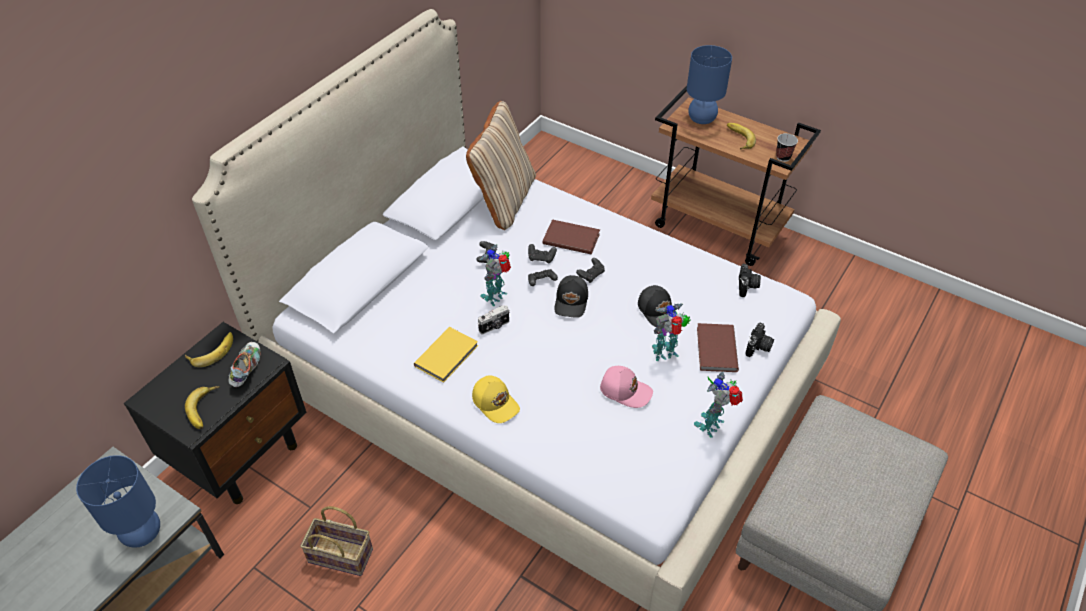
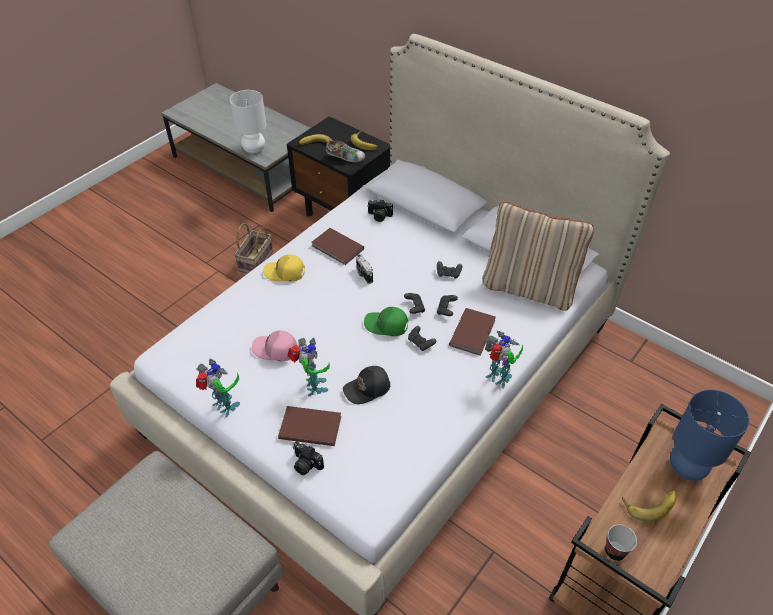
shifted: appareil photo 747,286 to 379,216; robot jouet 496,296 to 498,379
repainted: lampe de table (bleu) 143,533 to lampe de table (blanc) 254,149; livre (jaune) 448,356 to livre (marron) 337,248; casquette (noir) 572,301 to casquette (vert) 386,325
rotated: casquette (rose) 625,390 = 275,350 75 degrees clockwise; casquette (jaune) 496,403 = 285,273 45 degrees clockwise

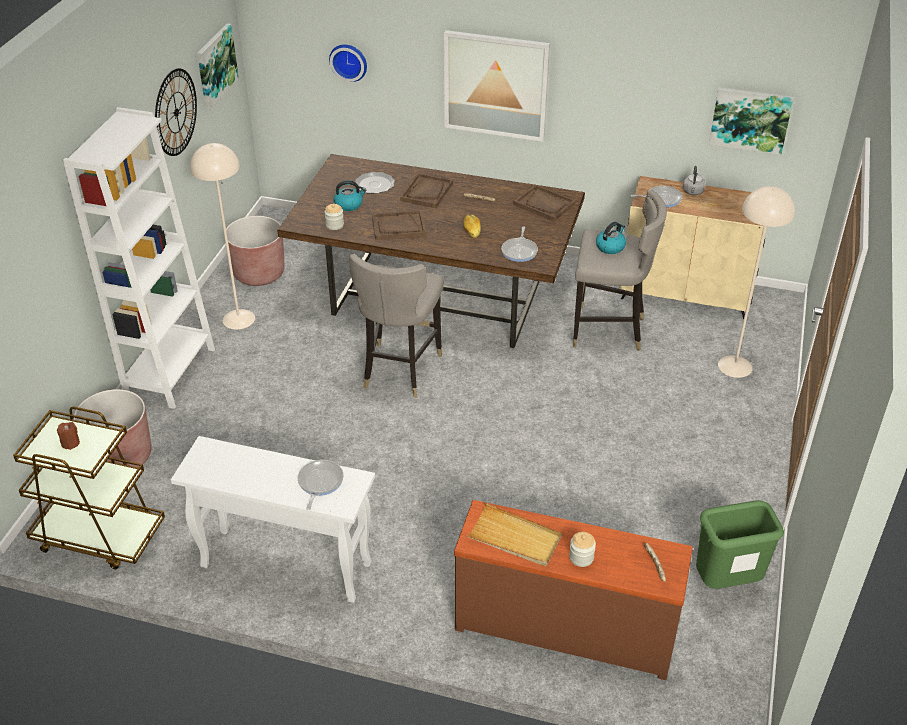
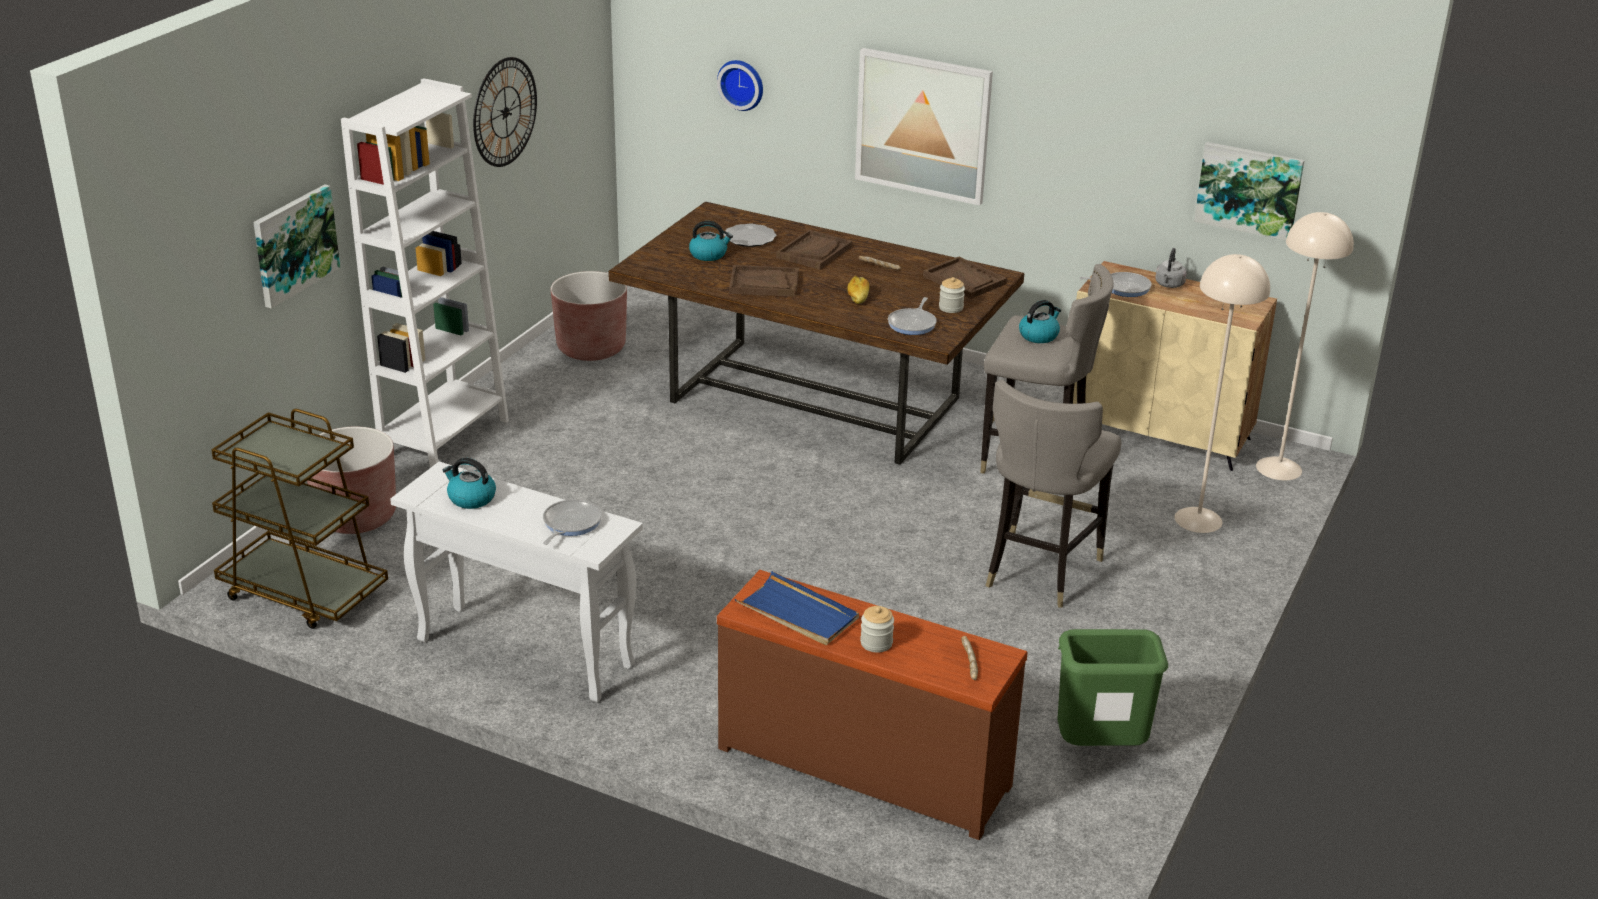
gone: bougie (marron) 70,443
new: bouilloire 471,498
shifted: tableau 215,65 to 294,244; bocal 334,225 to 951,308; tabouret (gris) 399,371 to 1039,571; lampadaire (beige) 238,319 to 1278,468
repainted: plateau (beige) 514,538 to plateau (bleu) 798,613

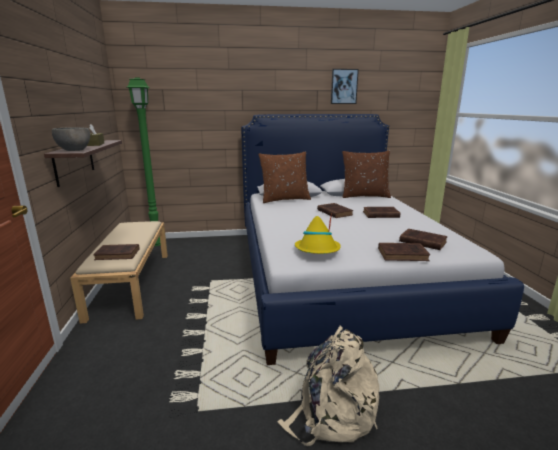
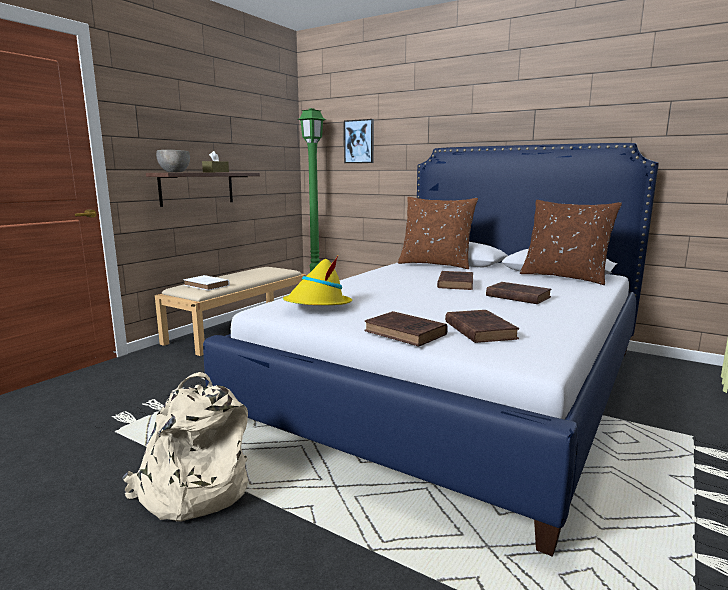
shifted: tableau 344,86 to 359,141
repainted: livre (marron) 118,254 to livre (blanc) 207,286

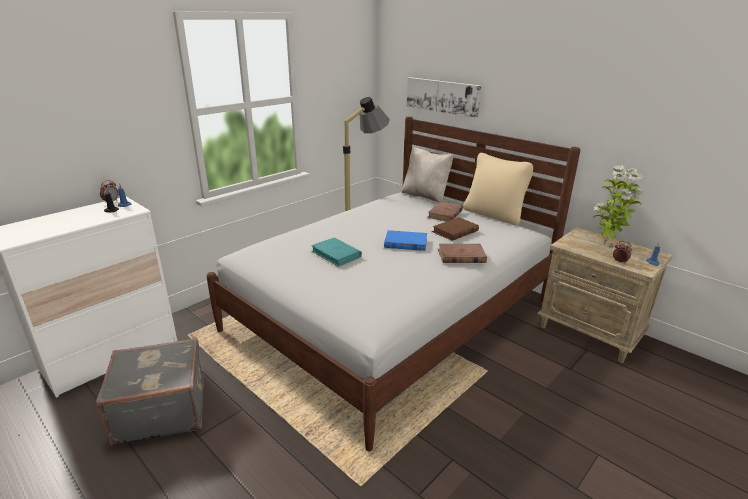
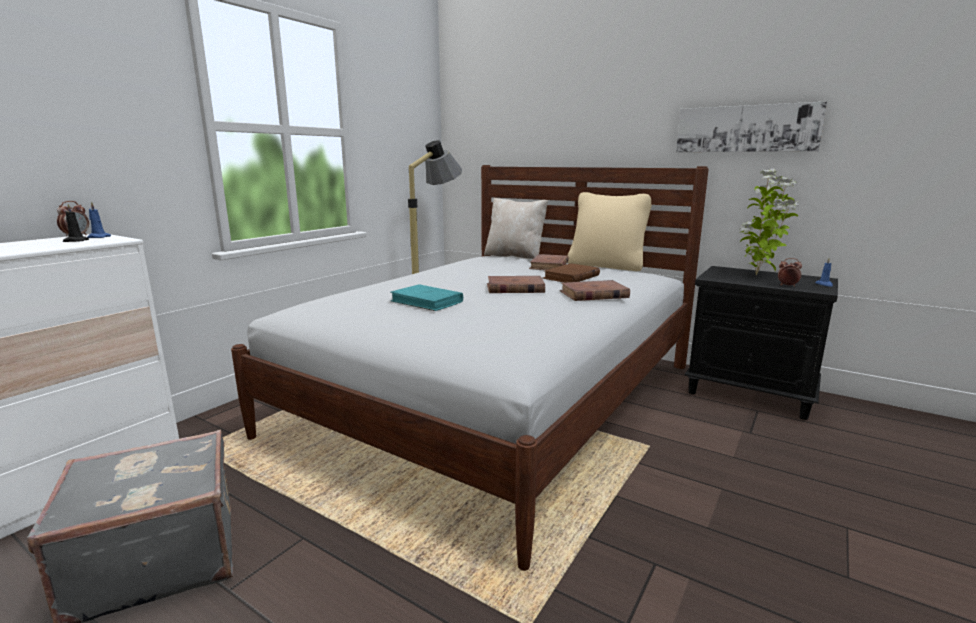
shifted: tableau 442,96 to 746,129
repainted: livre (bleu) 405,243 to livre (marron) 515,288; table de chevet (beige) 590,332 to table de chevet (noir) 751,393

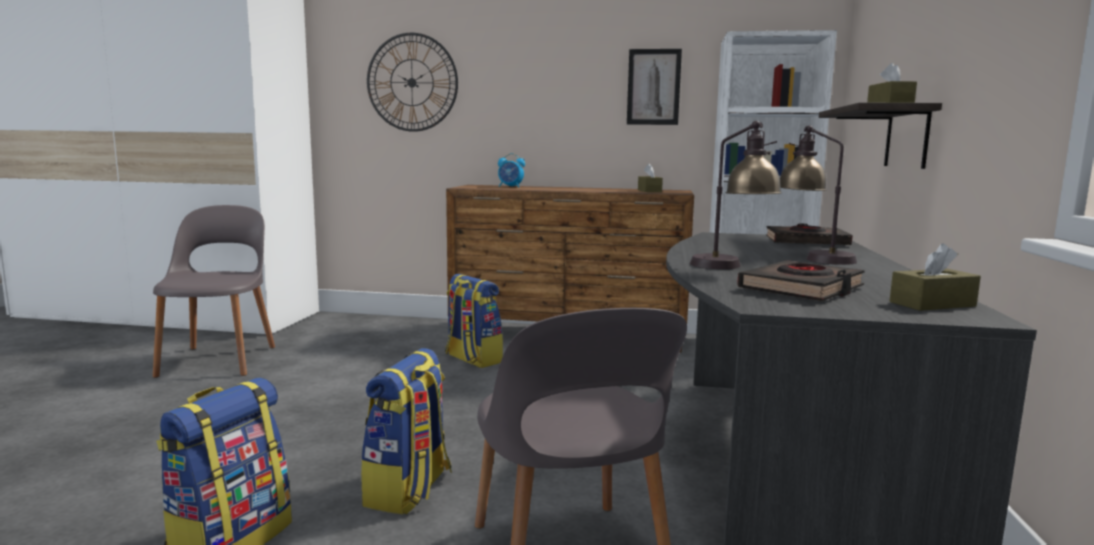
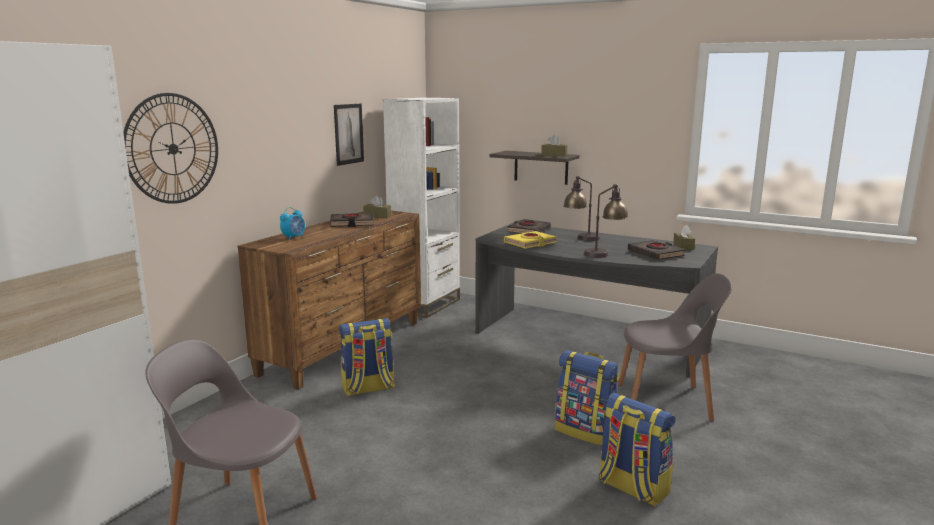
new: livre (noir) 352,223; livre (jaune) 530,243

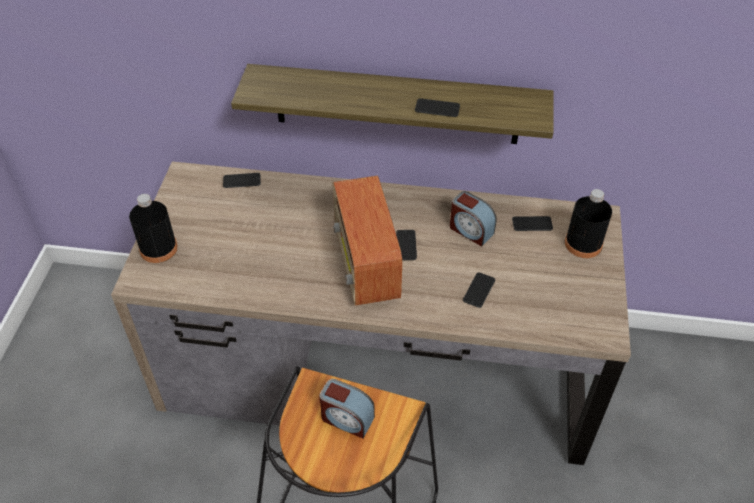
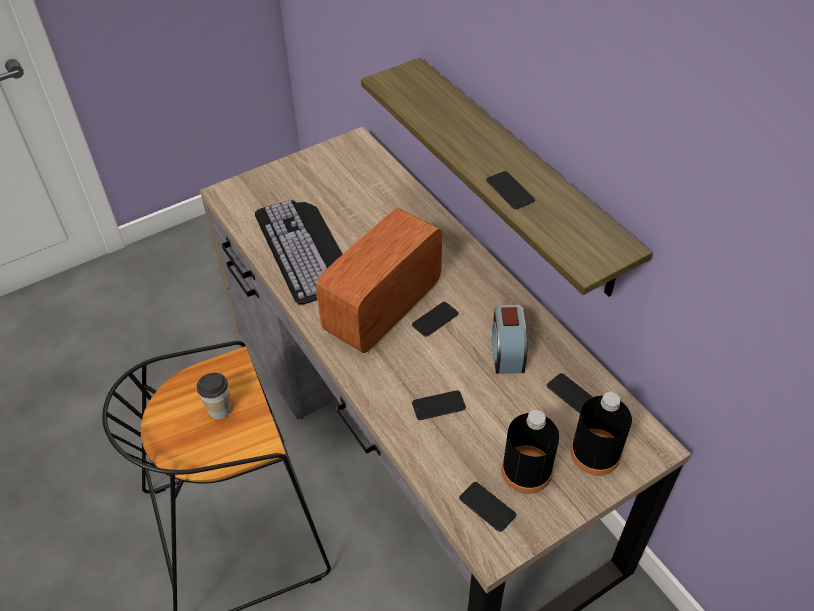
new: clavier 305,248
shifted: téléphone 242,181 to 487,507; bouteille (noir) 158,248 to 526,471
swapped: réveil 346,419 to tasse 219,409

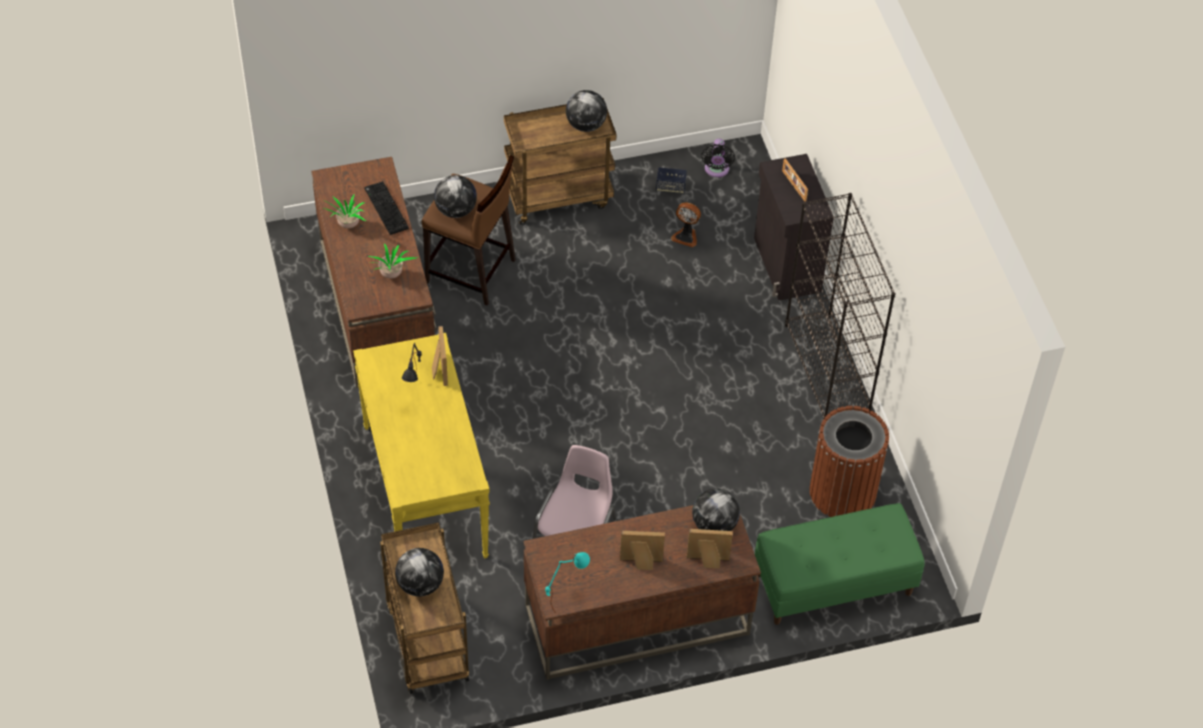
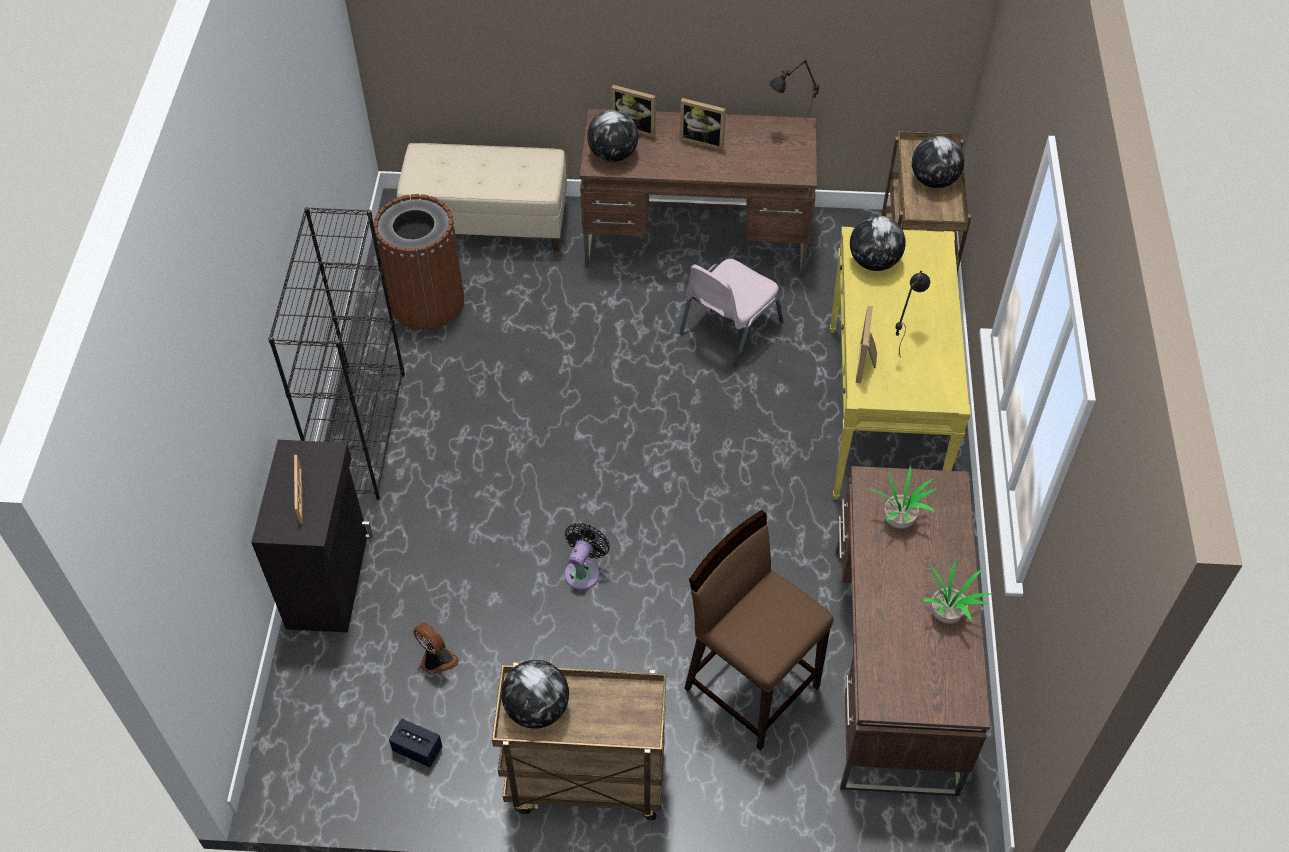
gone: clavier 385,208
shifted: ventilateur (noir) 716,170 to 584,571; globe 456,210 to 874,261
repainted: banc (vert) 833,584 to banc (beige) 488,224; lampe de table (turquoise) 566,599 to lampe de table (noir) 790,128

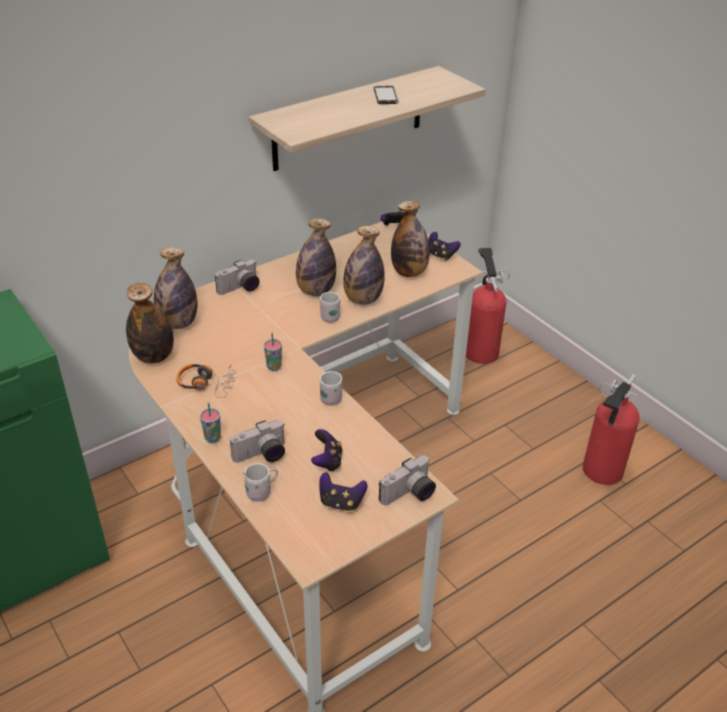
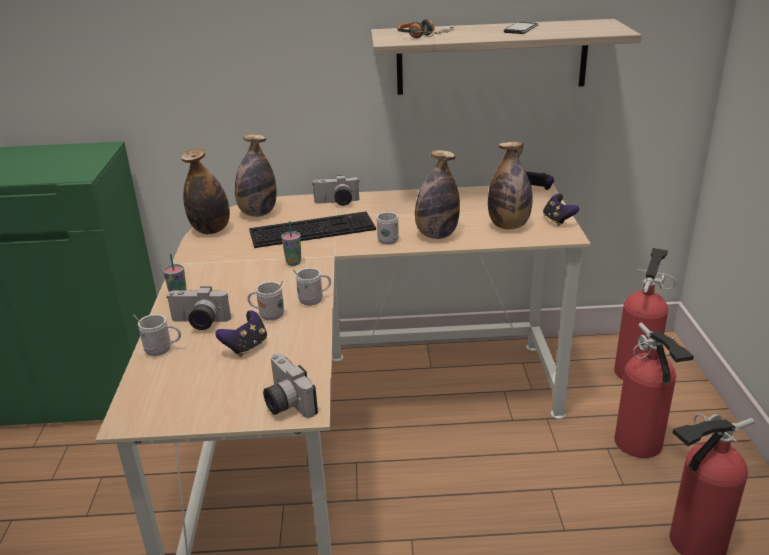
gone: bouteille 315,291; manette 341,503
new: mug (blanc) 268,315; clavier 313,229; extincteur 640,446
shifted: casque audio 207,384 to 424,37
rotated: appareil photo 409,495 = 285,403 60 degrees clockwise

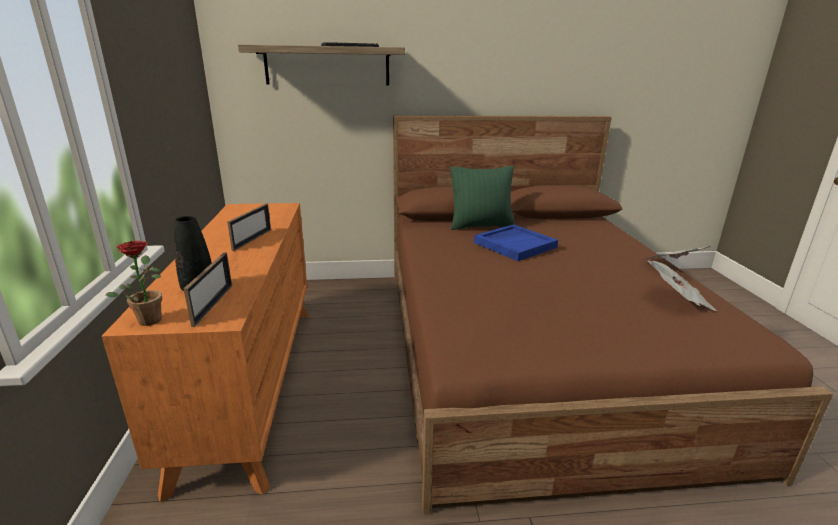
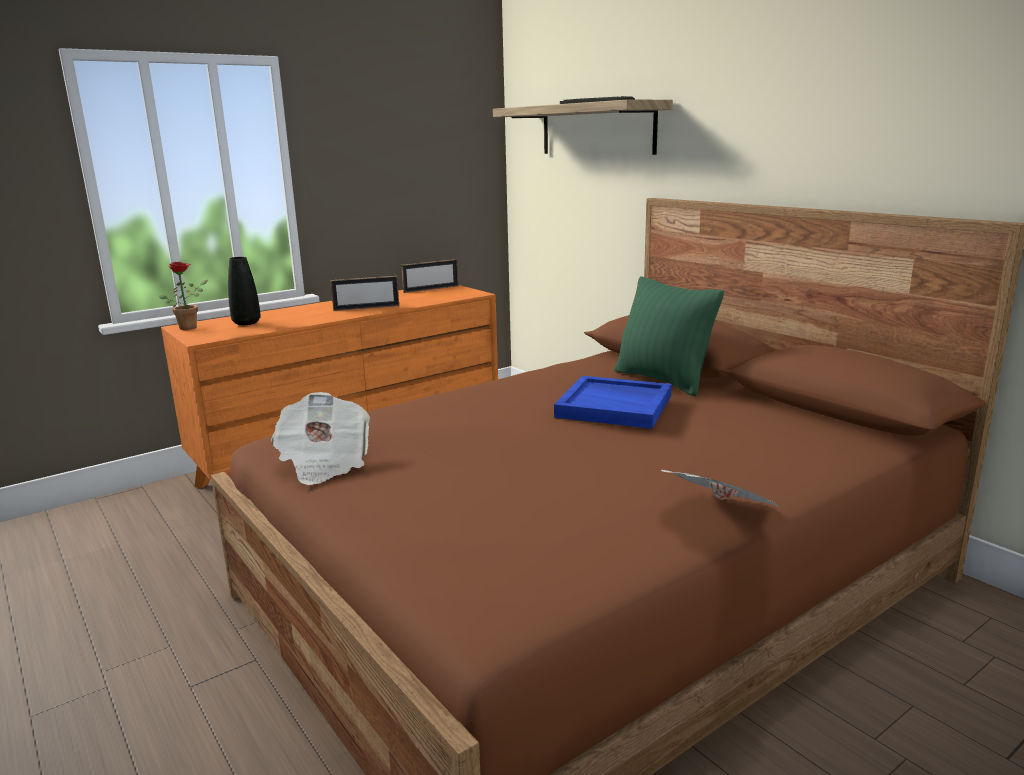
shifted: journal 677,301 to 324,463; cadre photo 213,304 to 431,289

